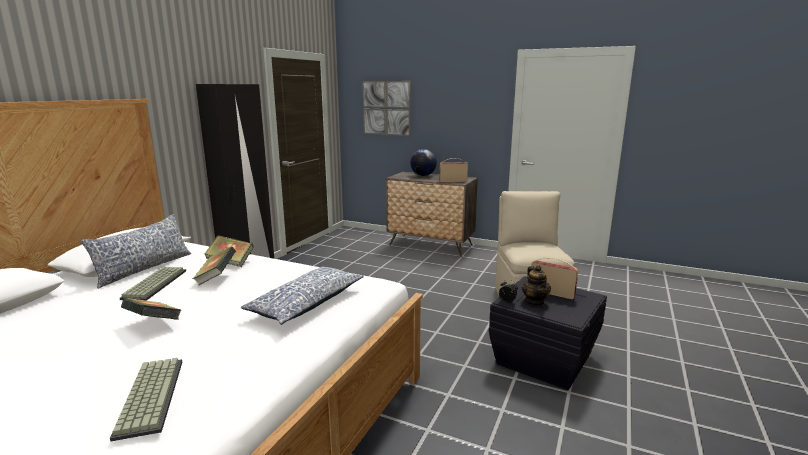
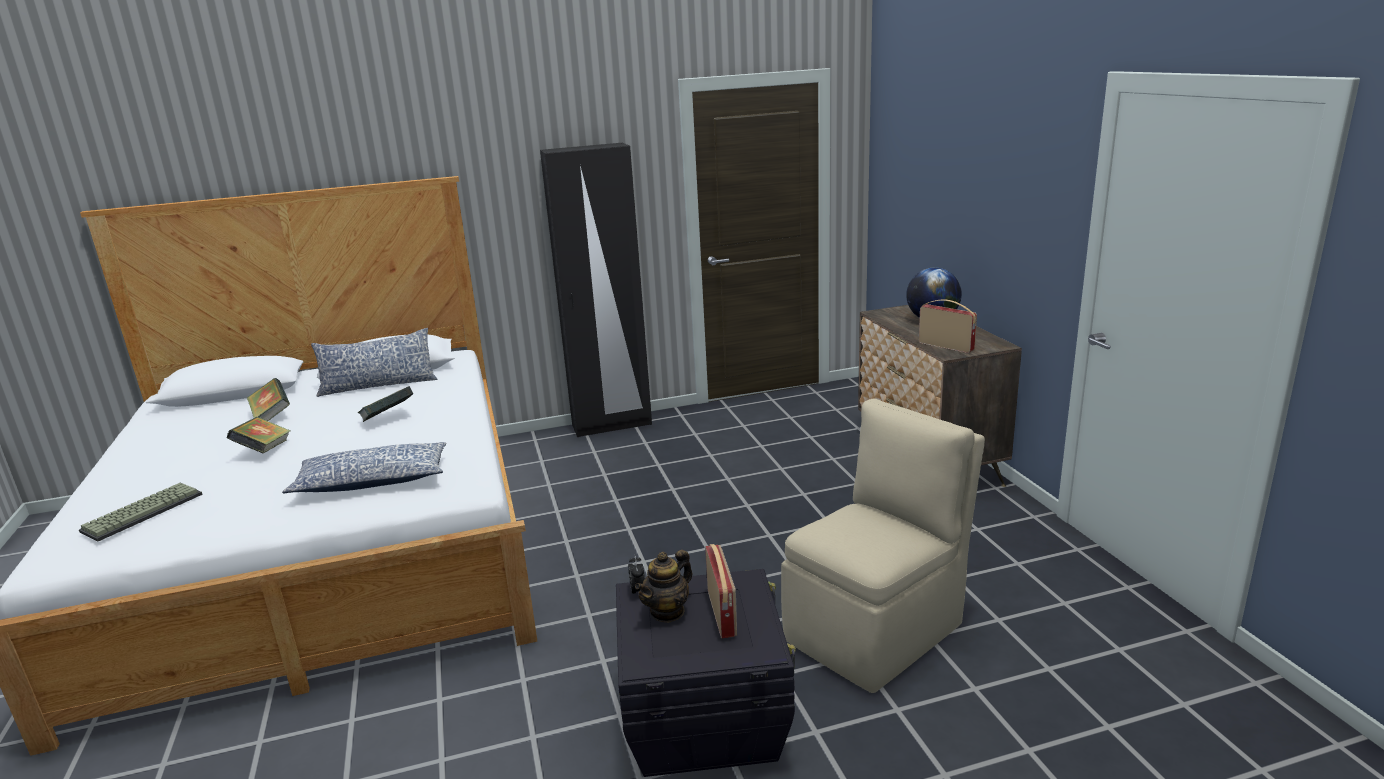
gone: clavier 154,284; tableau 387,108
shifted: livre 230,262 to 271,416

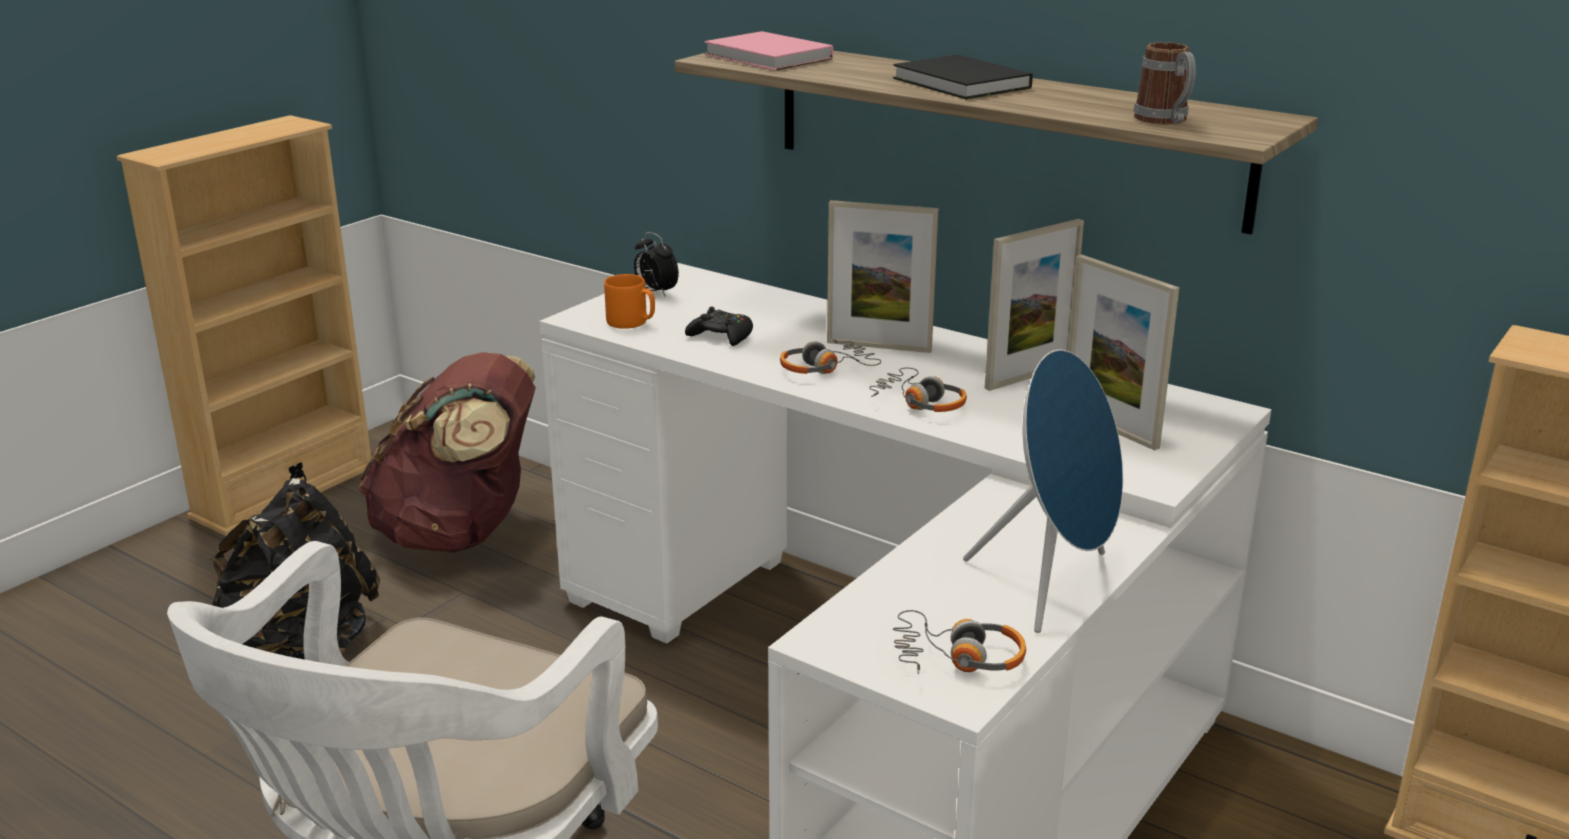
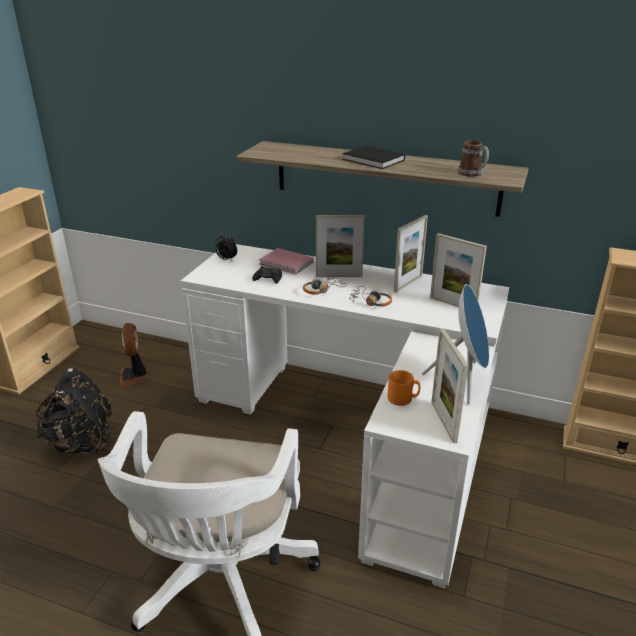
shifted: livre (rose) 769,57 to 287,264; mug (orange) 631,322 to 403,399
swapped: sac à dos (marron) 461,533 to ventilateur 134,376; casque audio 957,657 to cadre photo 443,421

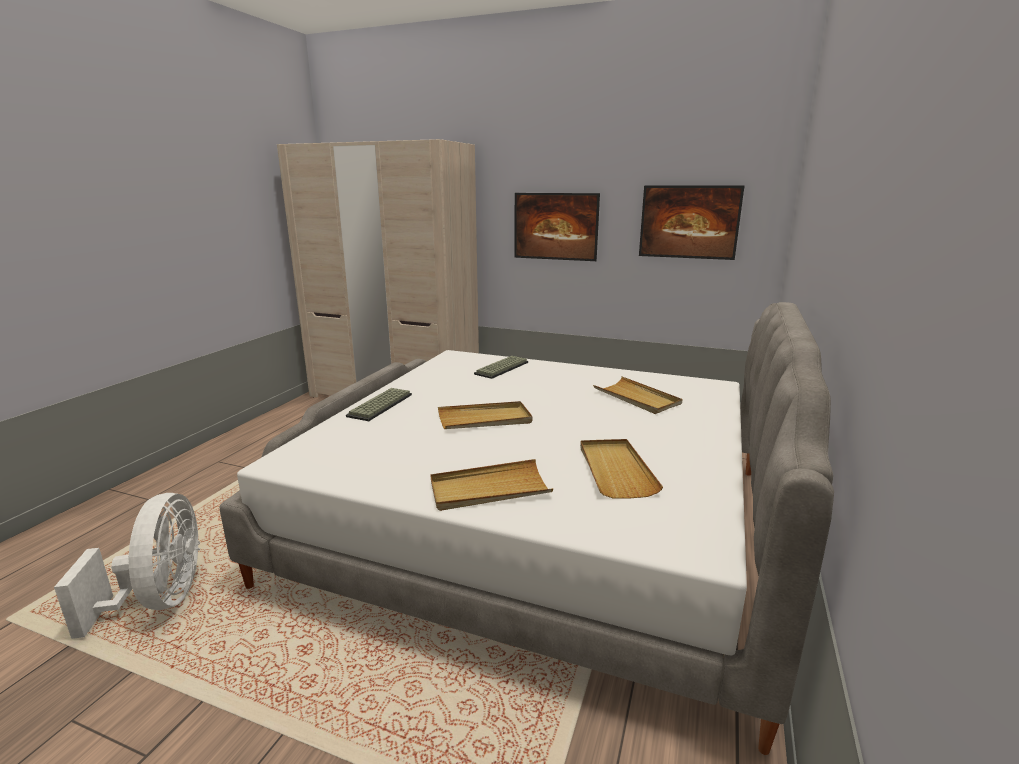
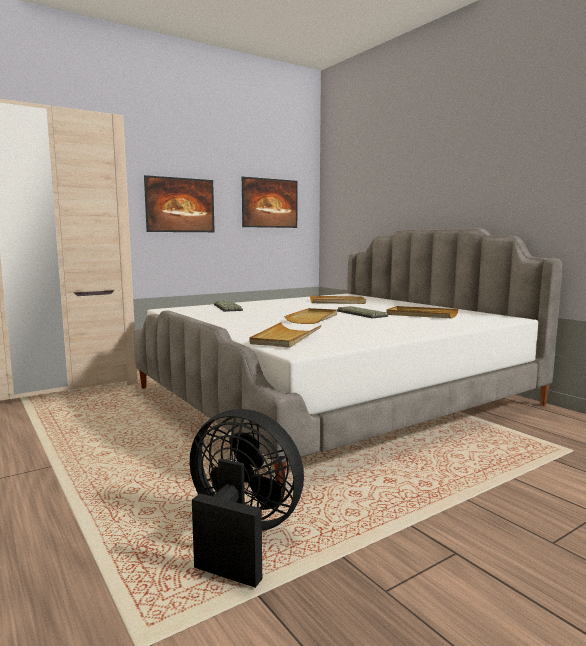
shifted: plateau (beige) 489,489 to 286,338; clavier 381,406 to 362,313
repainted: ventilateur (blanc) 160,600 to ventilateur (noir) 241,536

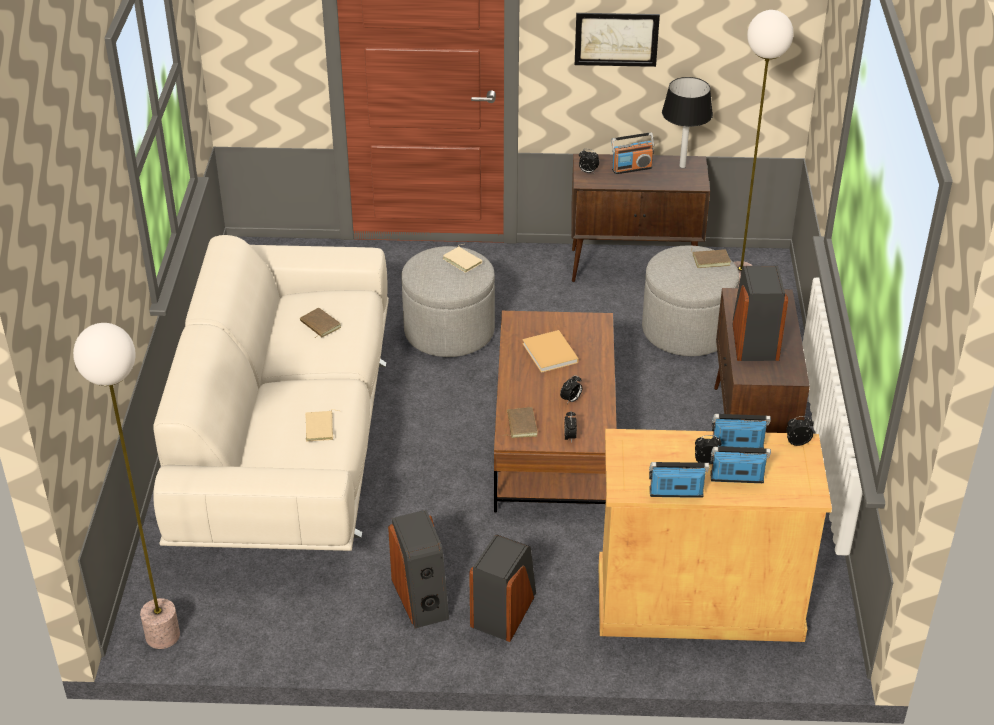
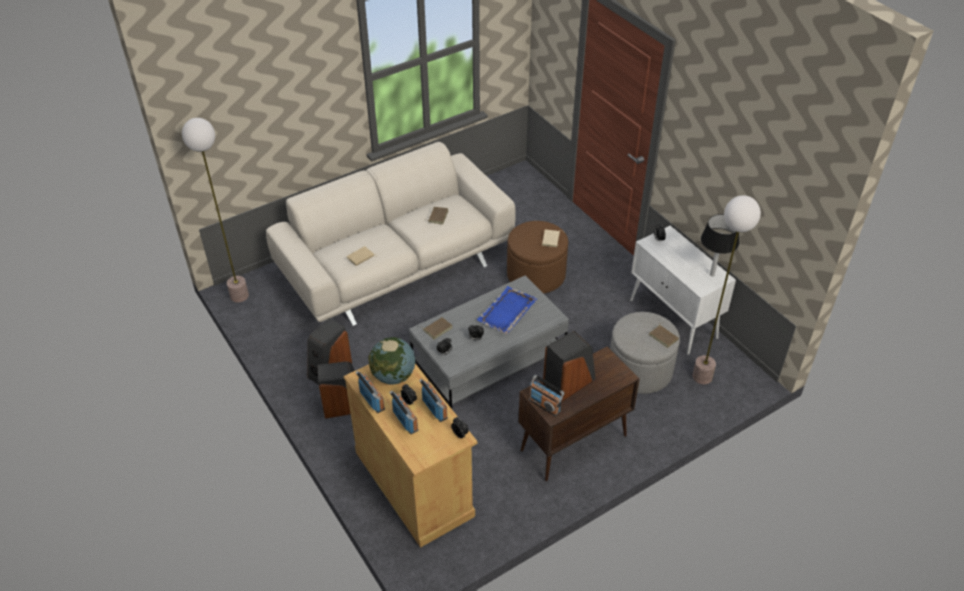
gone: tableau 616,39
new: globe 393,376
shifted: radio 631,168 to 545,405
swapped: livre (beige) 550,354 to plateau (bleu) 506,312
repainted: table basse (marron) 553,439 to table basse (gris) 489,360; pouf (gris) 449,331 to pouf (marron) 536,275; meuble de rangement (marron) 635,267 to meuble de rangement (blanc) 673,320

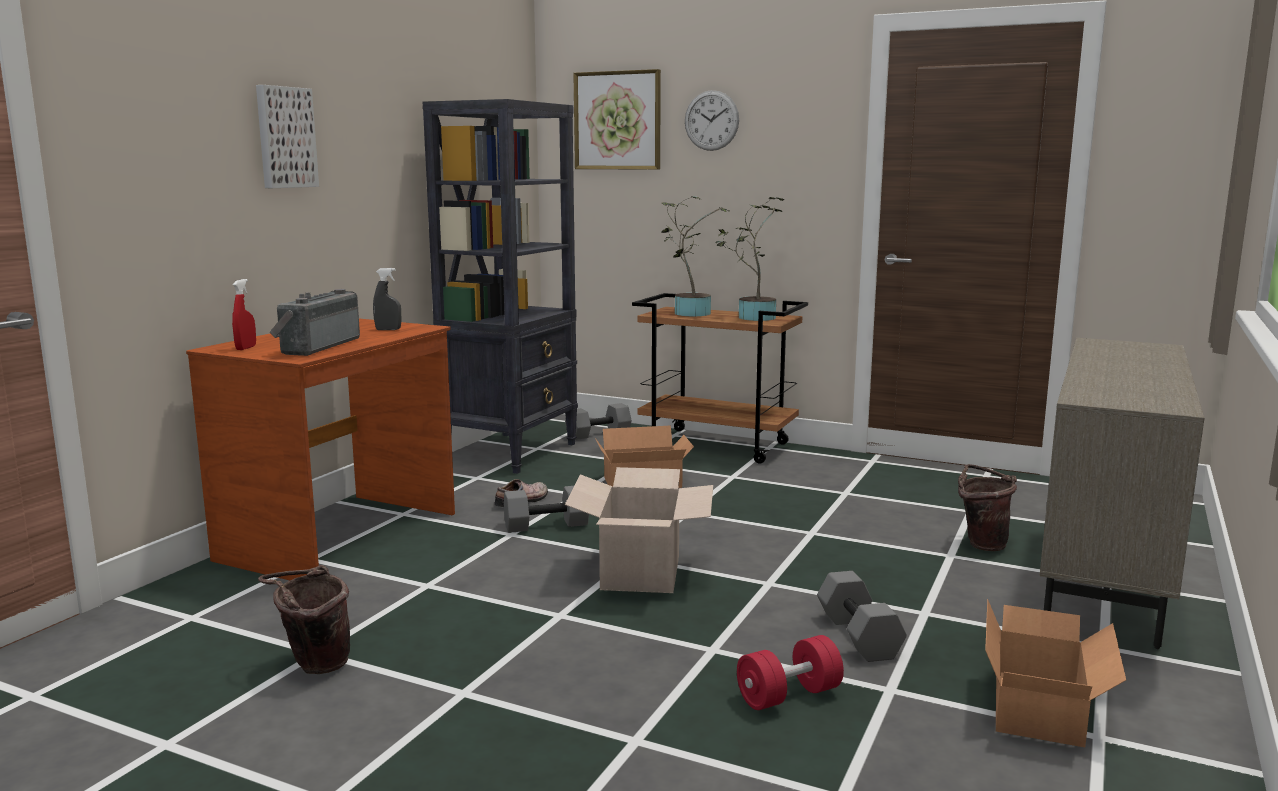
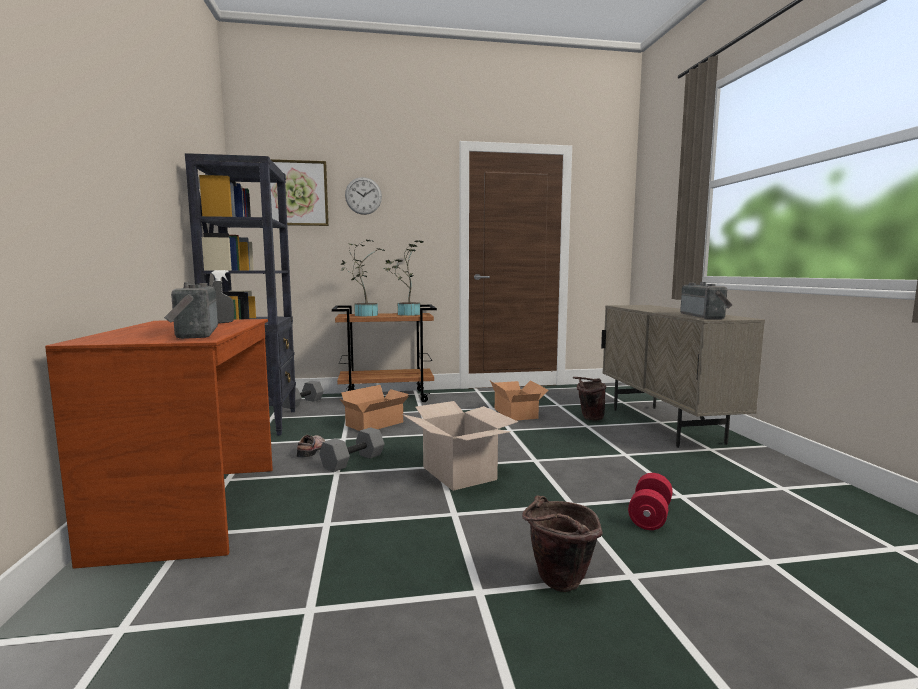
gone: vaporisateur (rouge) 246,348; tableau 284,137; haltère (gris) 860,636
new: radio 705,316
shifted: carton 1043,707 to 517,413; seau (marron) 313,666 to 557,584

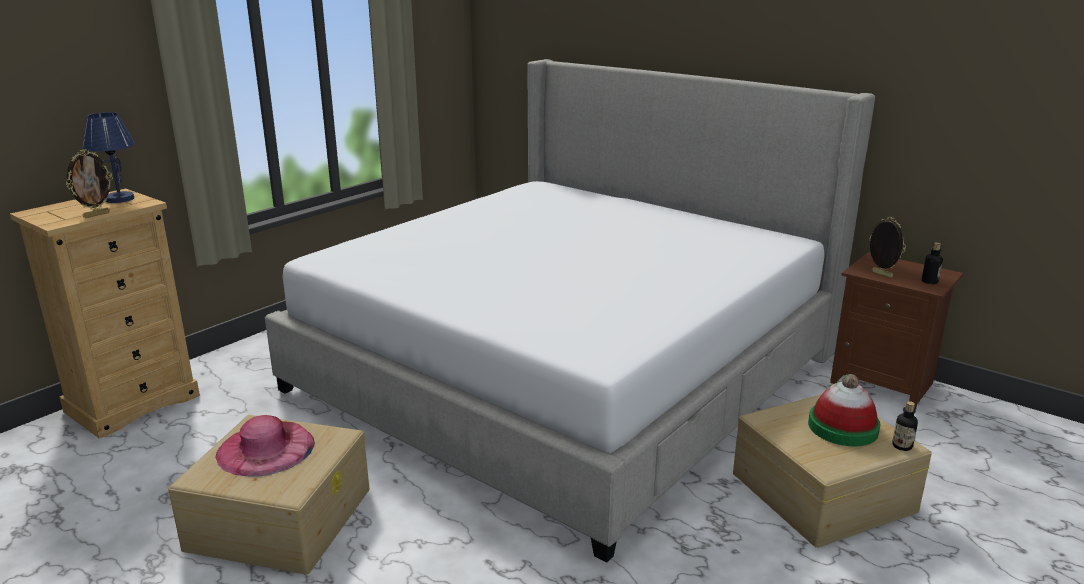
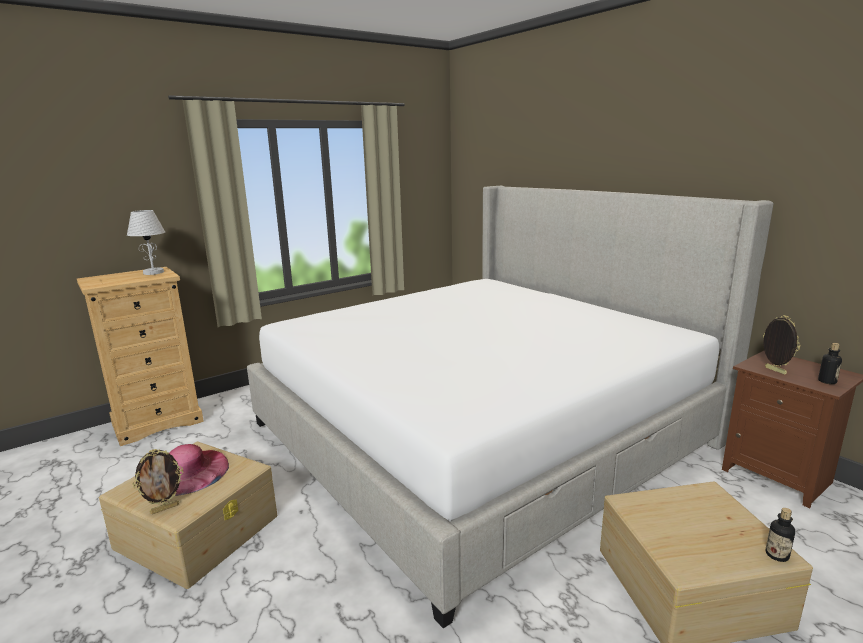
gone: chapeau 843,427
shifted: cadre photo 96,215 to 165,508
repainted: lampe de table (bleu) 119,199 to lampe de table (blanc) 153,272

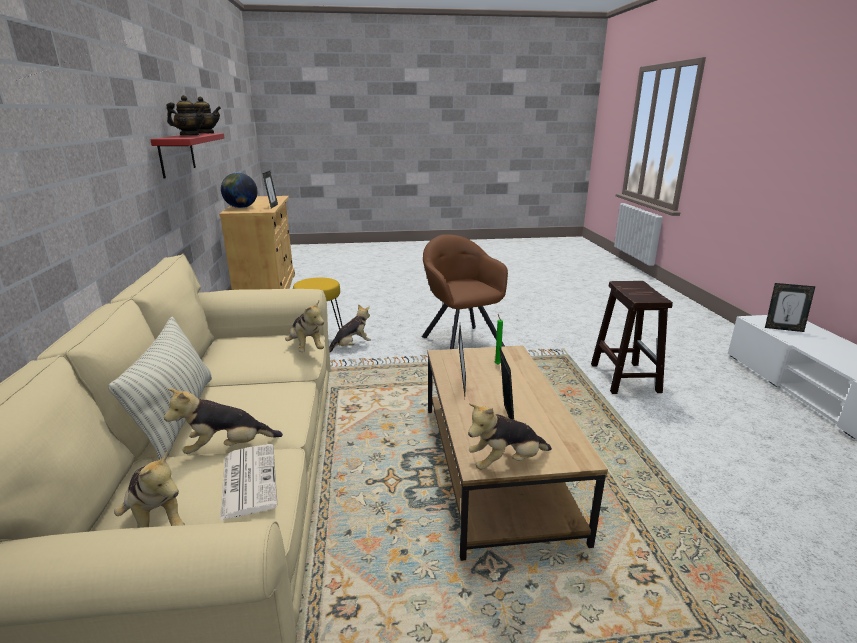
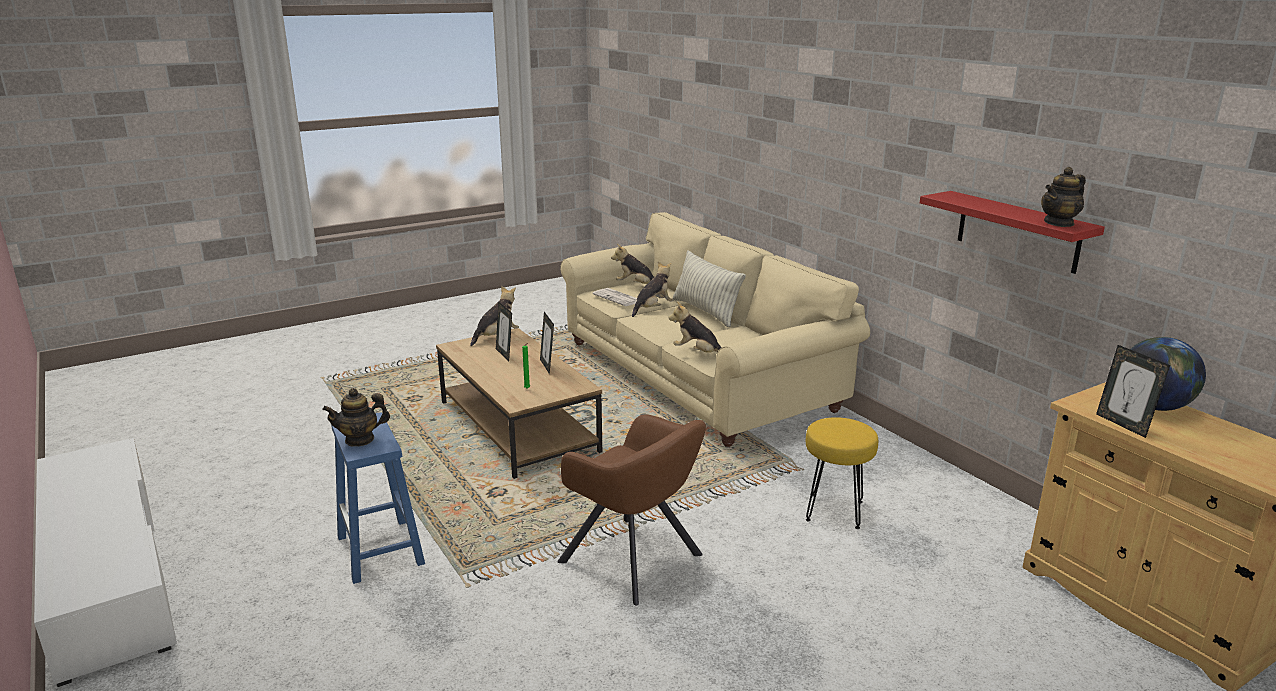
gone: peluche 351,346; cadre photo 783,328
shifted: théière 190,135 to 360,439
repainted: tabouret (marron) 624,377 to tabouret (bleu) 381,551

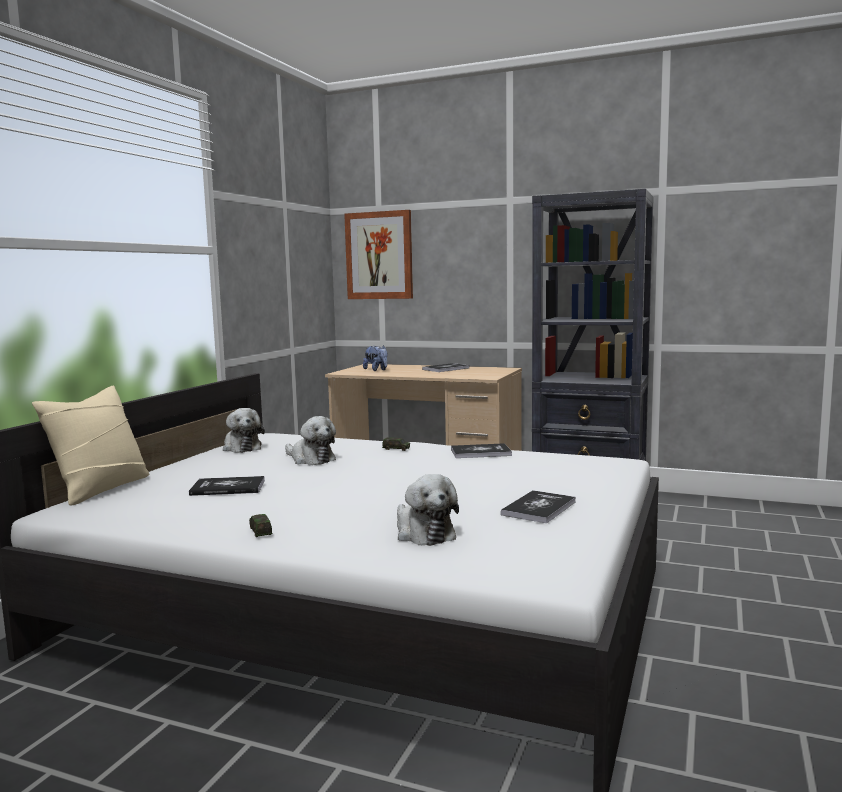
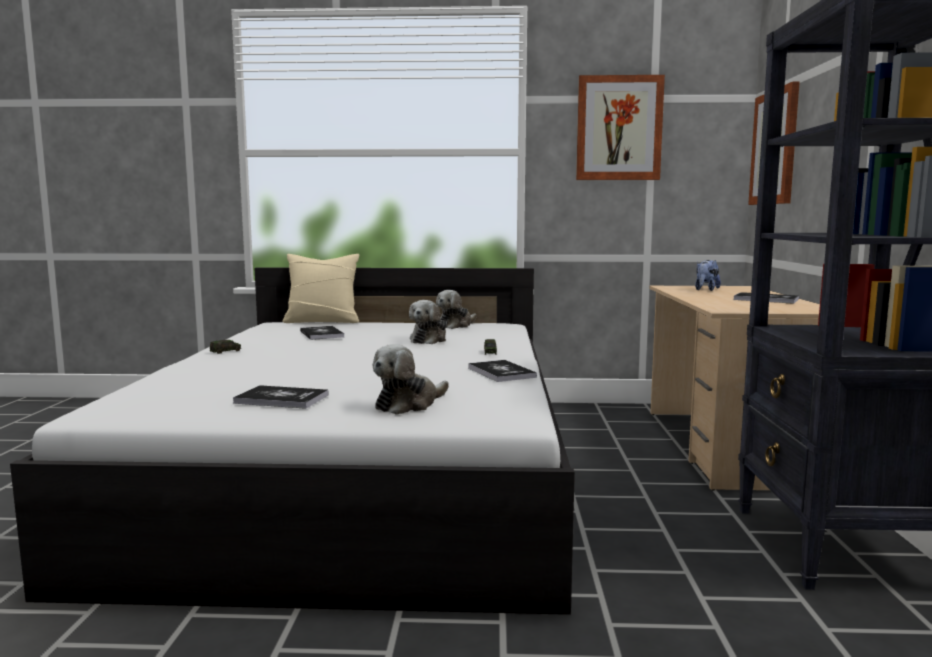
new: tableau 619,128
shifted: peluche 423,533 to 409,404

